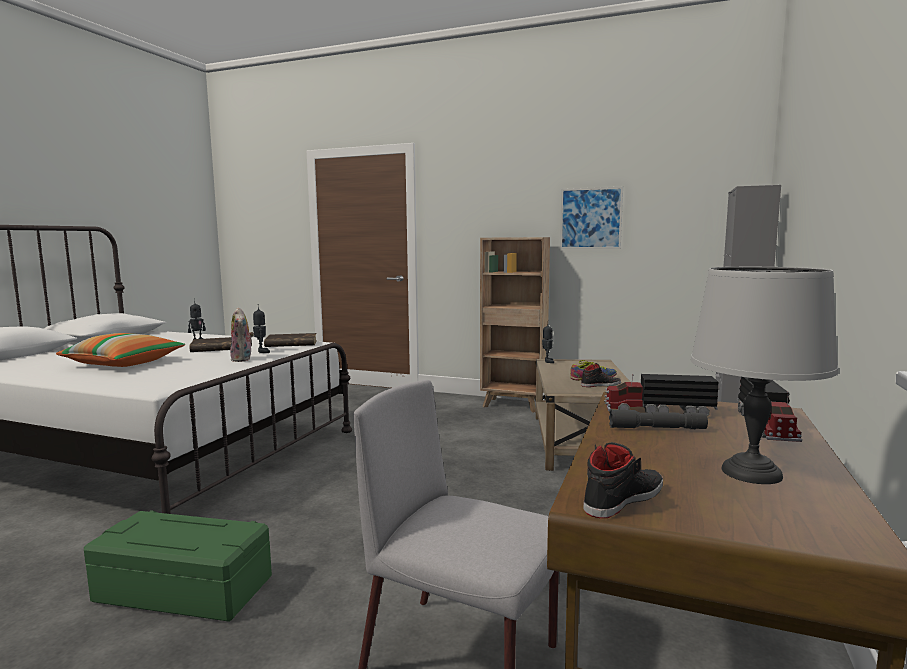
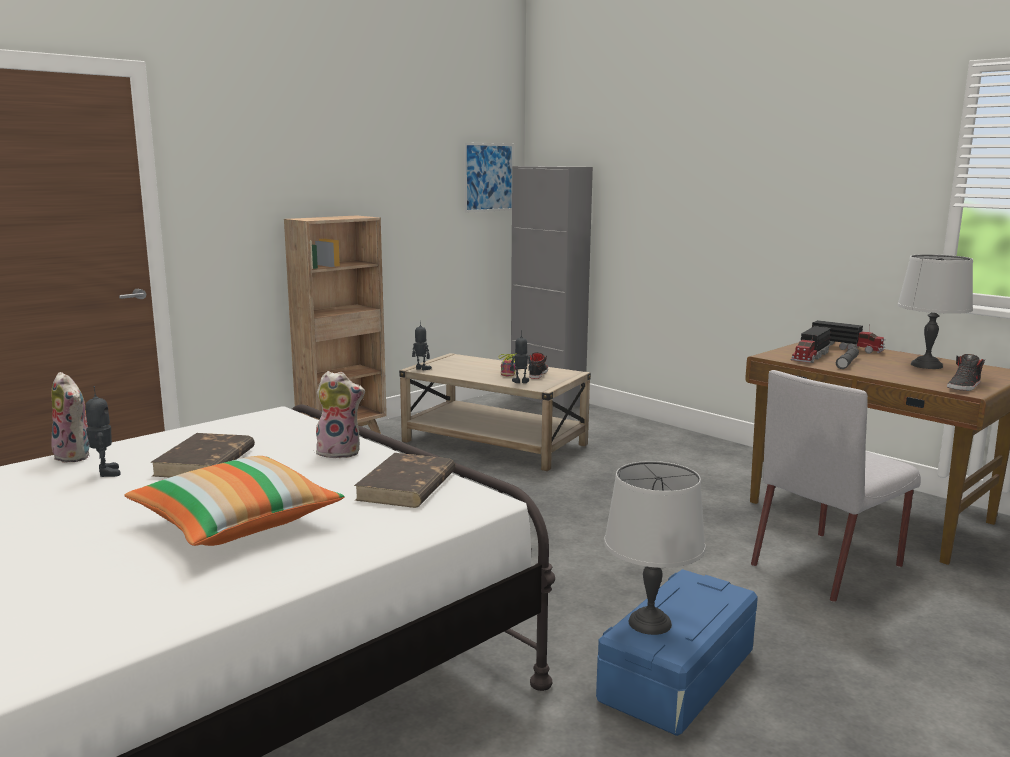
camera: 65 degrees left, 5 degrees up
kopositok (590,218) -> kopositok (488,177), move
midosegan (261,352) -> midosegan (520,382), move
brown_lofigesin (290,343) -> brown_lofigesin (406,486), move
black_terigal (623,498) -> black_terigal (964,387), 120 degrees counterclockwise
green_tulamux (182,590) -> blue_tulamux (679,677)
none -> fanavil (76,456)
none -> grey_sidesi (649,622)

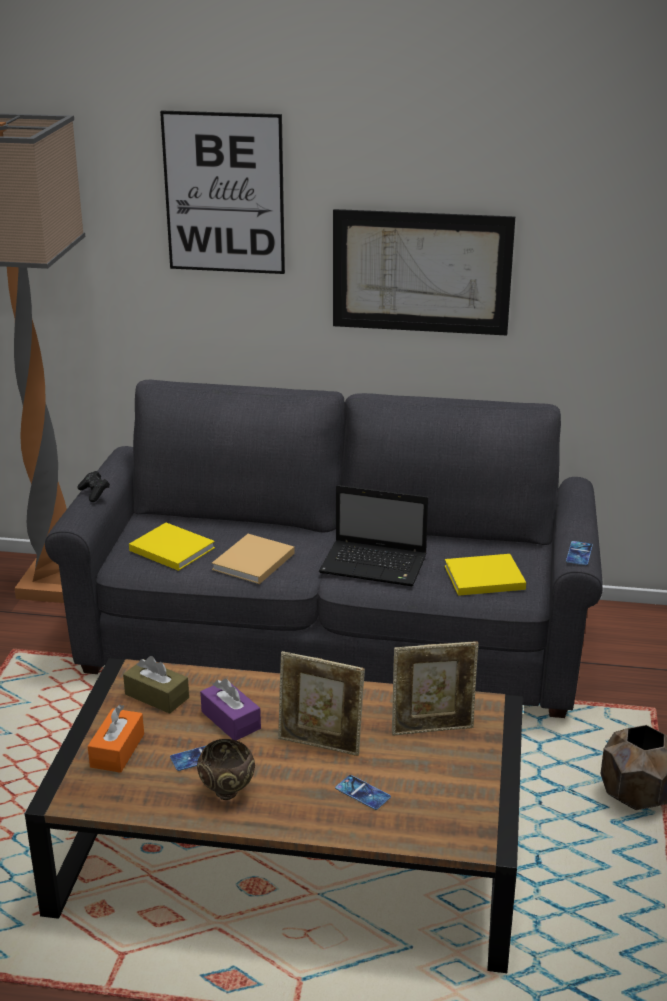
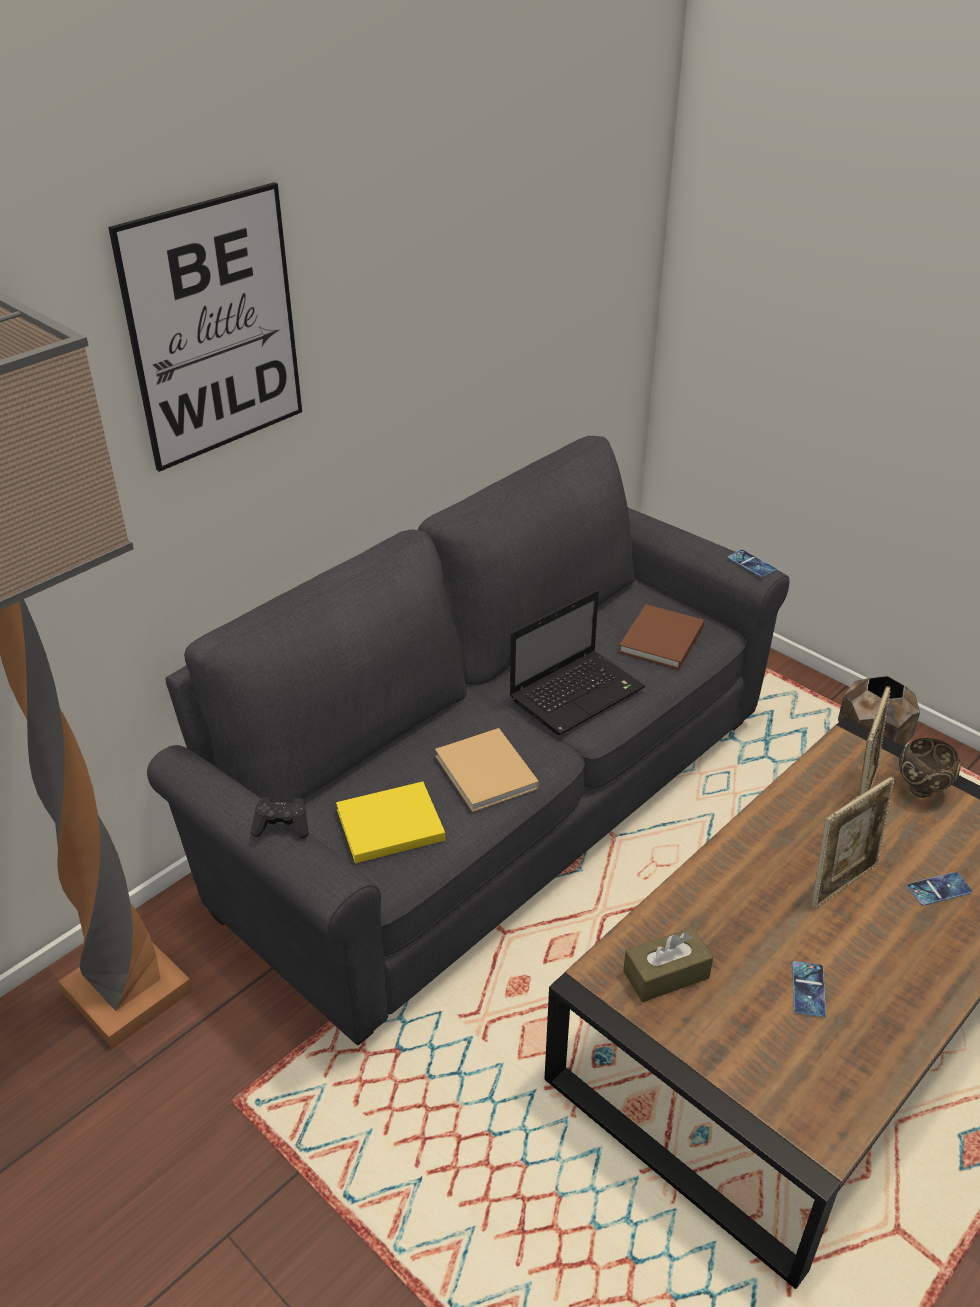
camera: 55 degrees left, 10 degrees up
kopositok (421,272) -> none
yellow_lofigesin (482,578) -> brown_lofigesin (660,641)
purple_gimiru (231,720) -> none
orange_gimiru (117,750) -> none
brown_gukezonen (228,793) -> brown_gukezonen (921,789), move

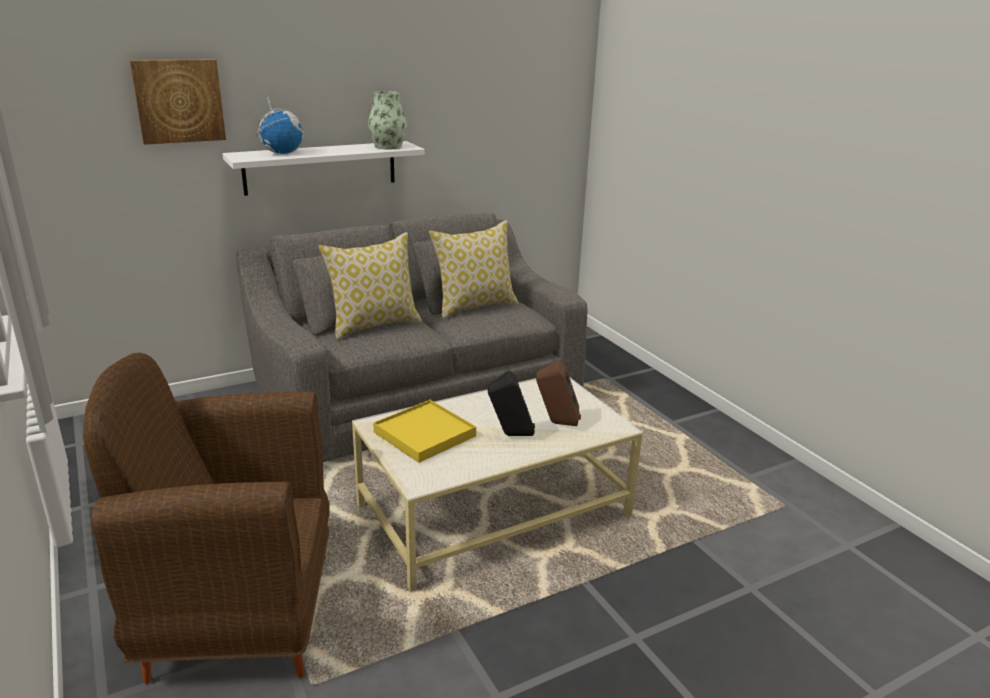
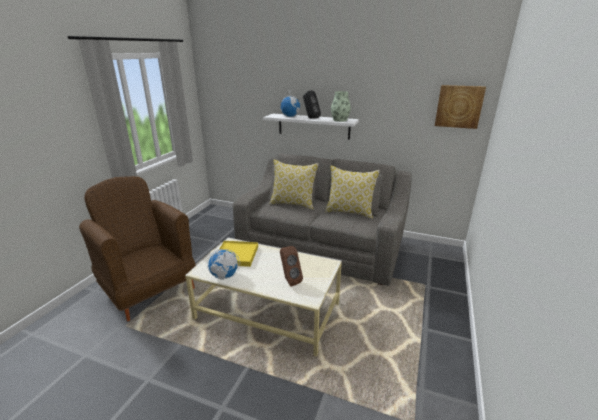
camera: 50 degrees right, 0 degrees up
kopositok (179,101) -> kopositok (459,106), move
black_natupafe (510,435) -> black_natupafe (310,118), move
none -> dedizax (224,276)

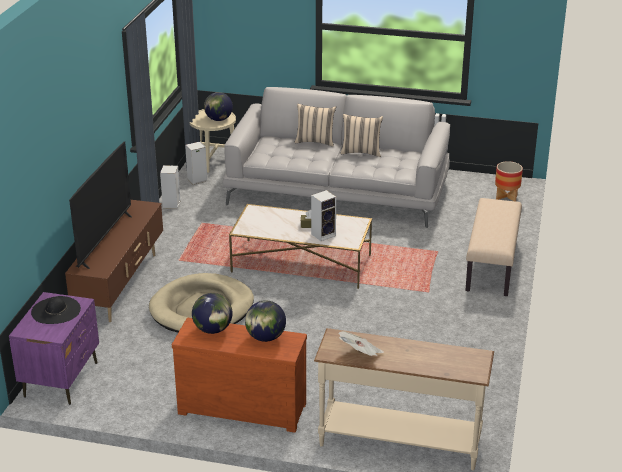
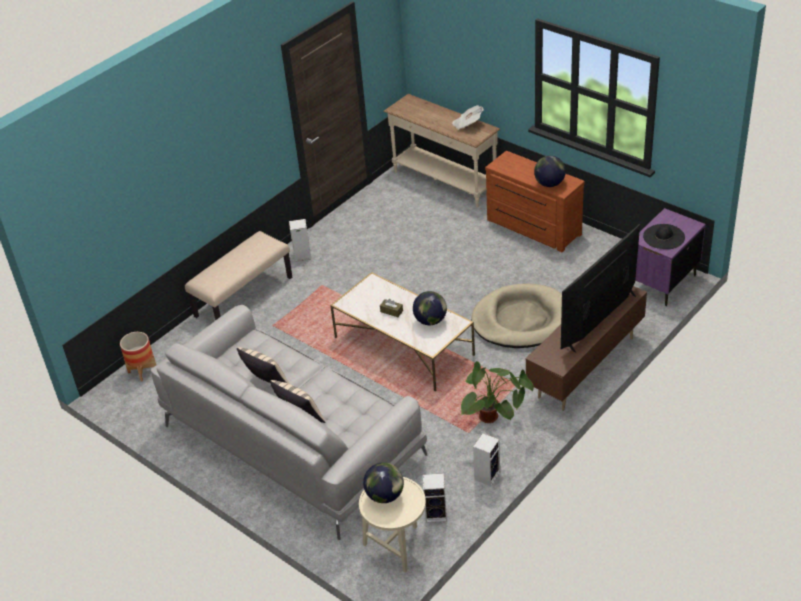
camera: 150 degrees left, 10 degrees up
natupafe (324,234) -> natupafe (301,256), move
dedizax (265,337) -> dedizax (430,320), move
none -> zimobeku (495,422)

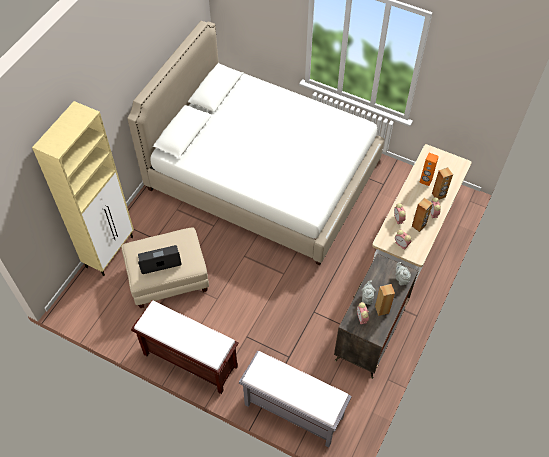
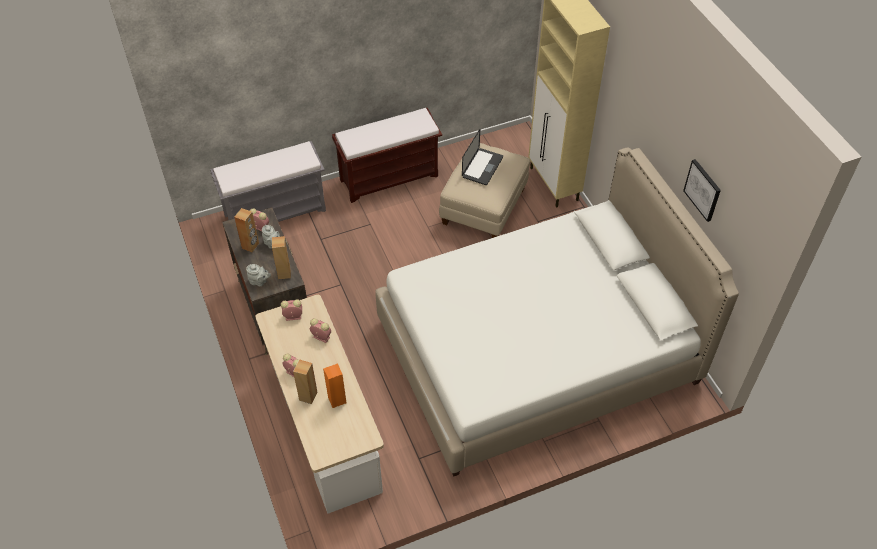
camera: 130 degrees right, 5 degrees down
brown_natupafe (419,226) -> brown_natupafe (284,273), move
none -> kopositok (703,190)

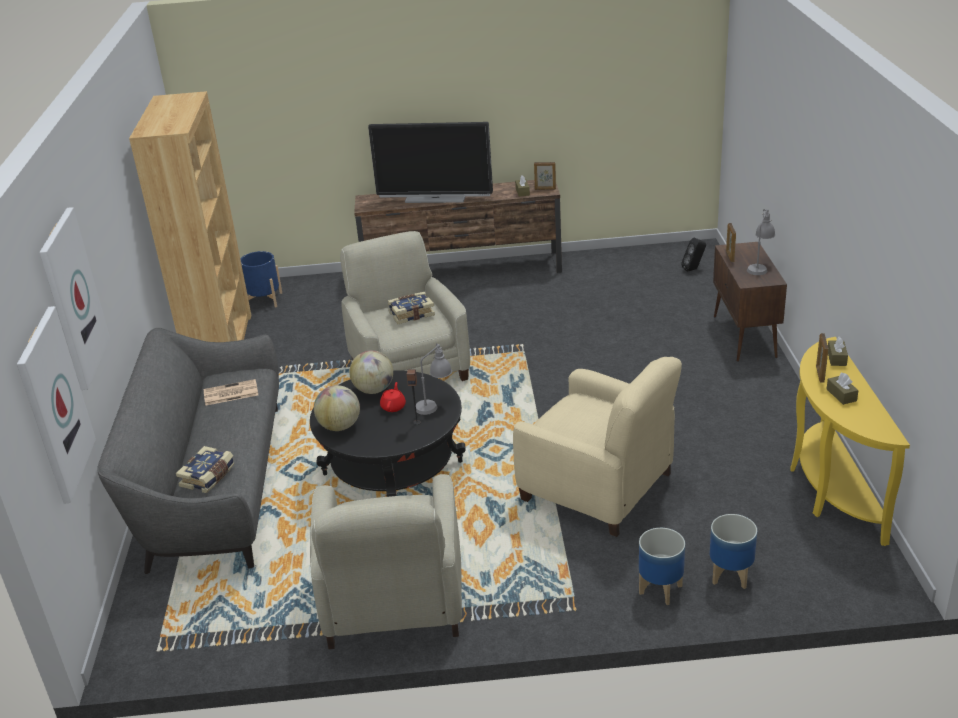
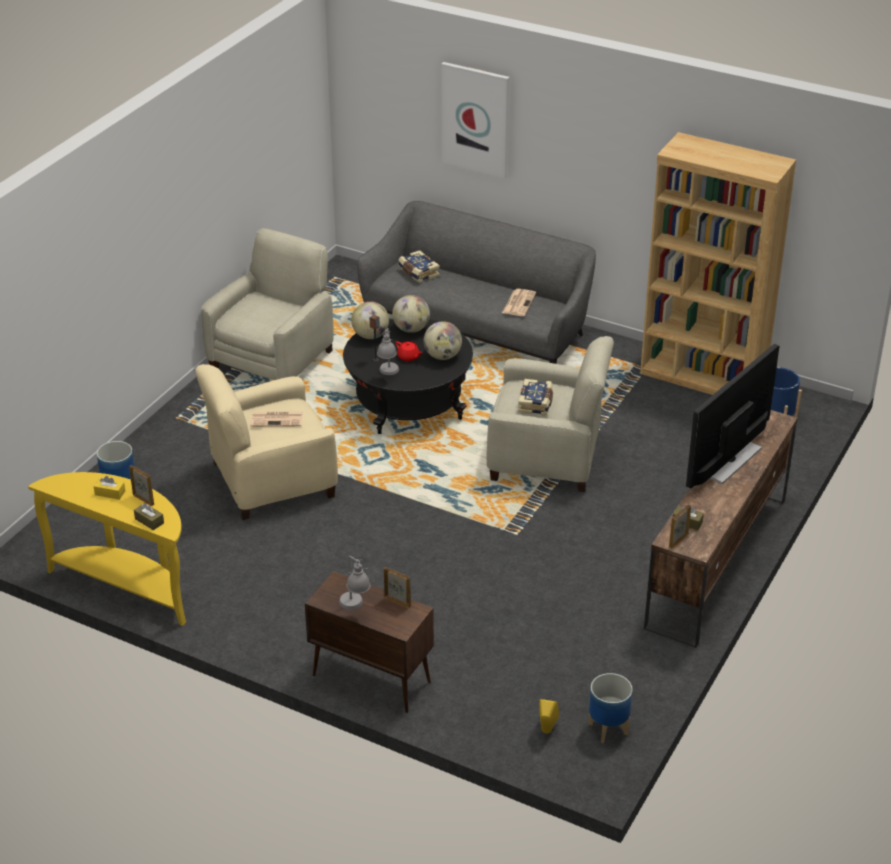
camera: 120 degrees right, 5 degrees up
black_natupafe (693,269) -> yellow_natupafe (546,732)
kopositok (54,405) -> none
brown_gimiru (841,395) -> yellow_gimiru (110,493)
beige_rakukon (393,600) -> beige_rakukon (273,359), 90 degrees clockwise
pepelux (661,589) -> pepelux (607,729), move
none -> dedizax (370,336)
none -> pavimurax (277,419)

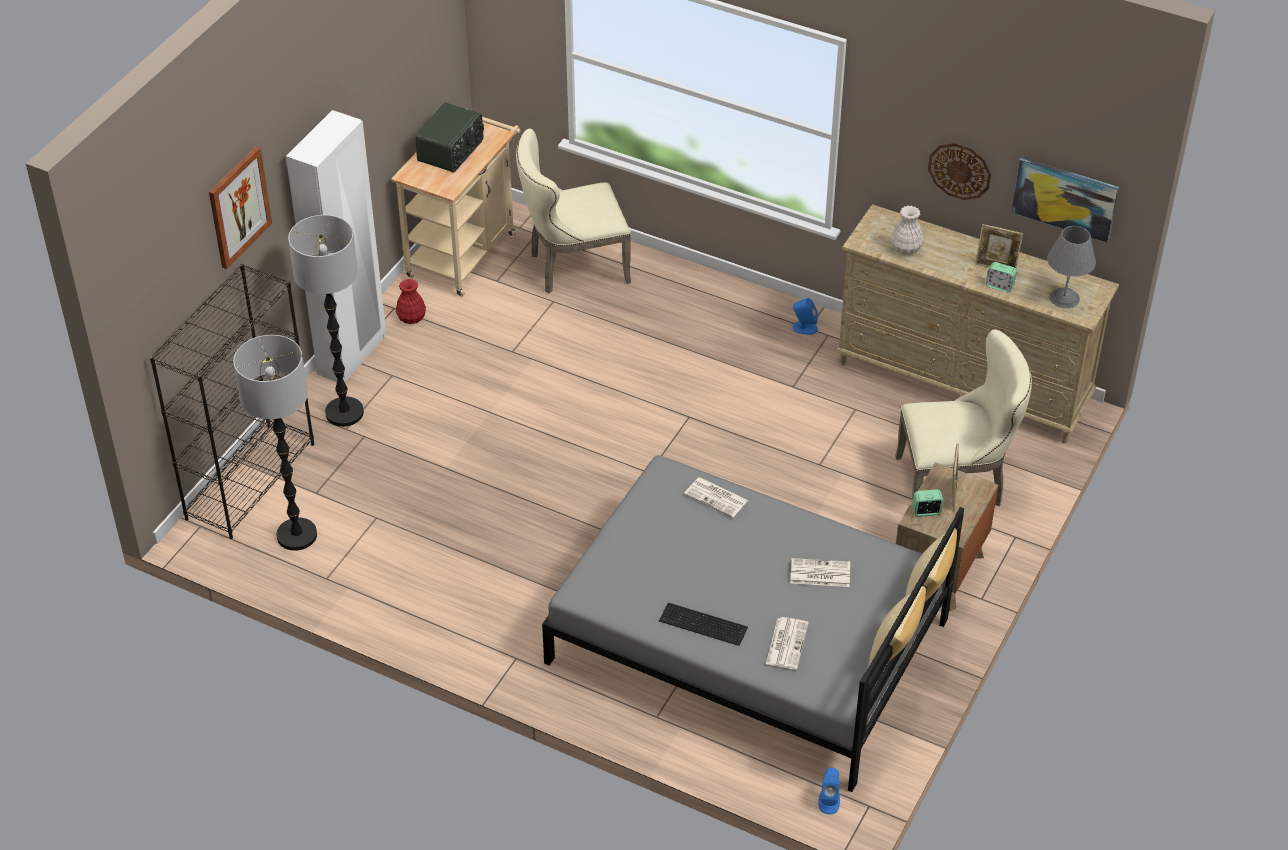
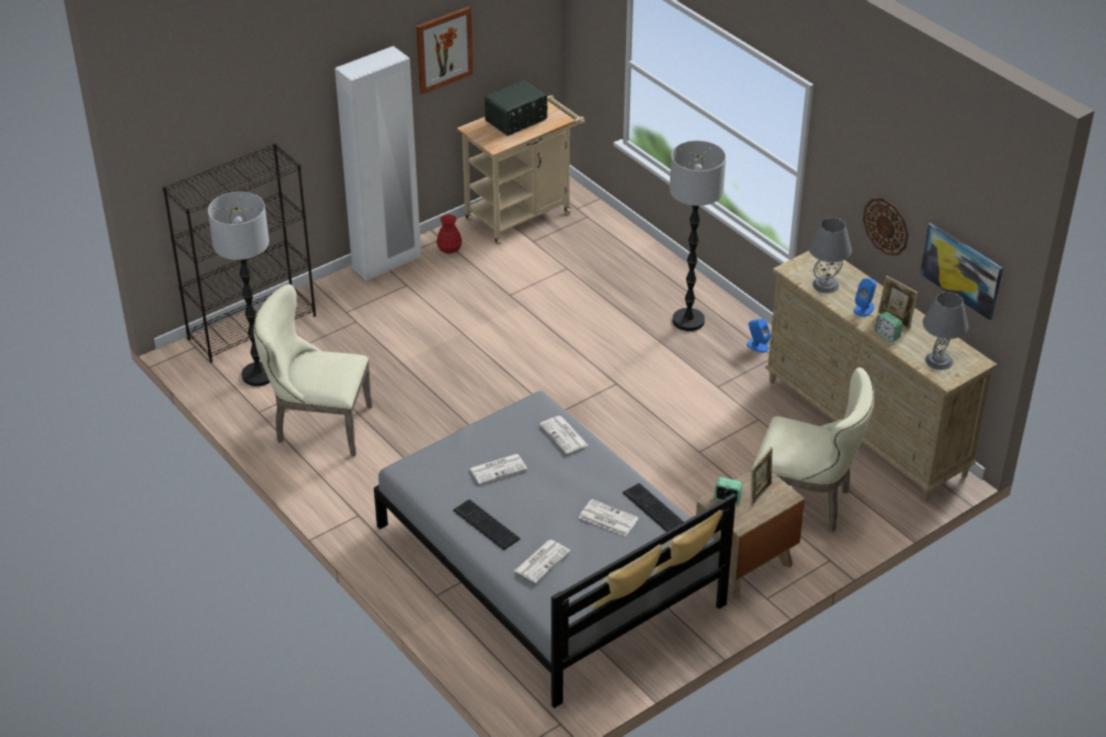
camera: 25 degrees right, 5 degrees down
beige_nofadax (572,267) -> beige_nofadax (317,425), move
kopositok (238,207) -> kopositok (443,49), move
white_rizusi (906,249) -> grey_sidesi (825,285)
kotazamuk (345,413) -> kotazamuk (688,321), move
blue_natupafe (829,801) -> blue_natupafe (864,308), move
none -> pavimurax (498,469)
none -> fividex (654,510)

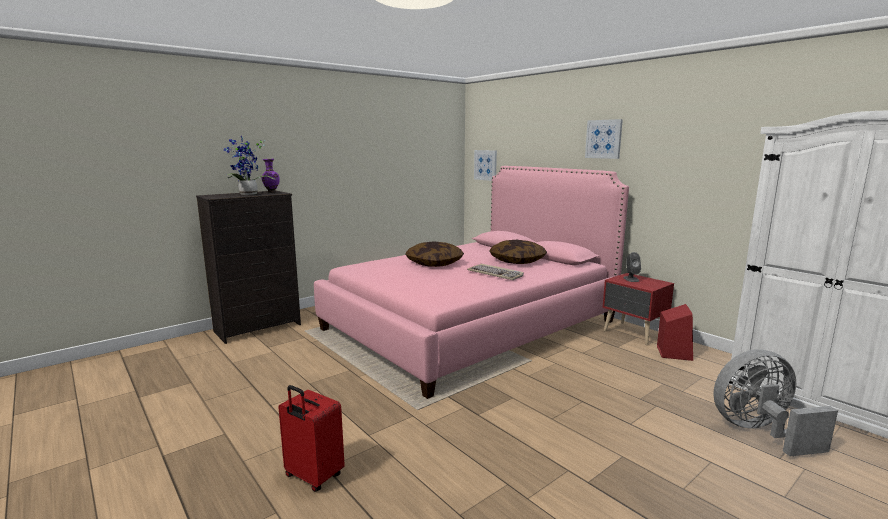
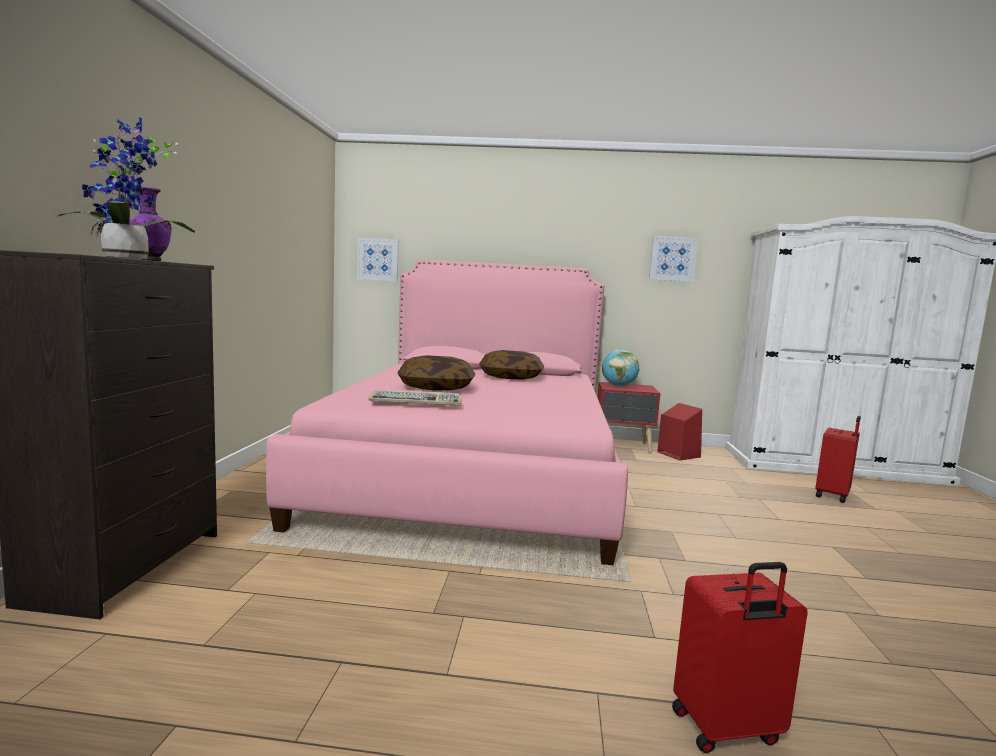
camera: 45 degrees left, 5 degrees down
kopositok (603,139) -> kopositok (673,258), move
grey_natupafe (631,279) -> dedizax (618,386)
fividex (496,274) -> fividex (417,401), move
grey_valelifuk (759,431) -> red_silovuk (833,495)

